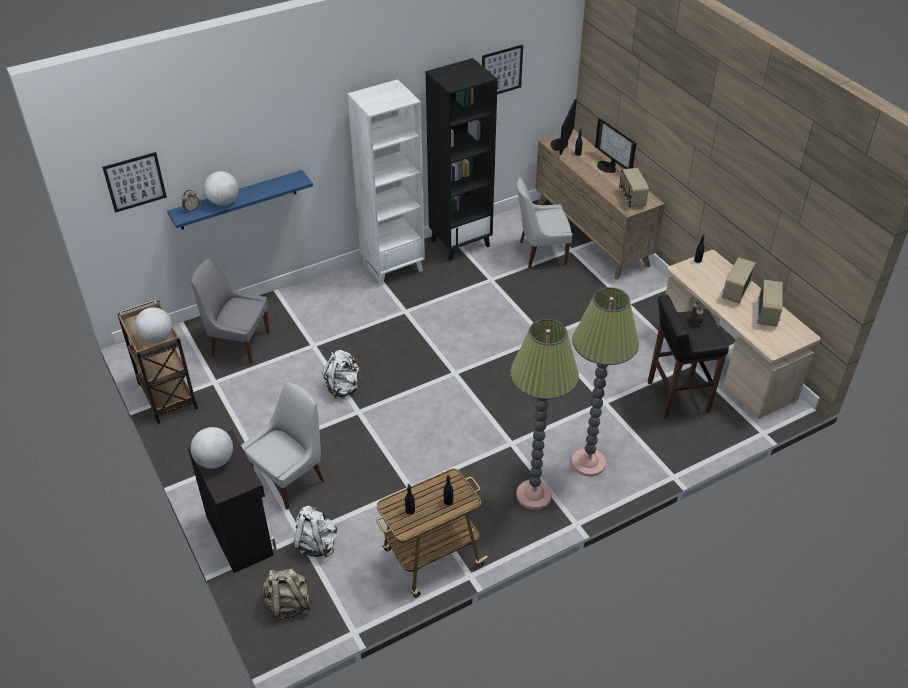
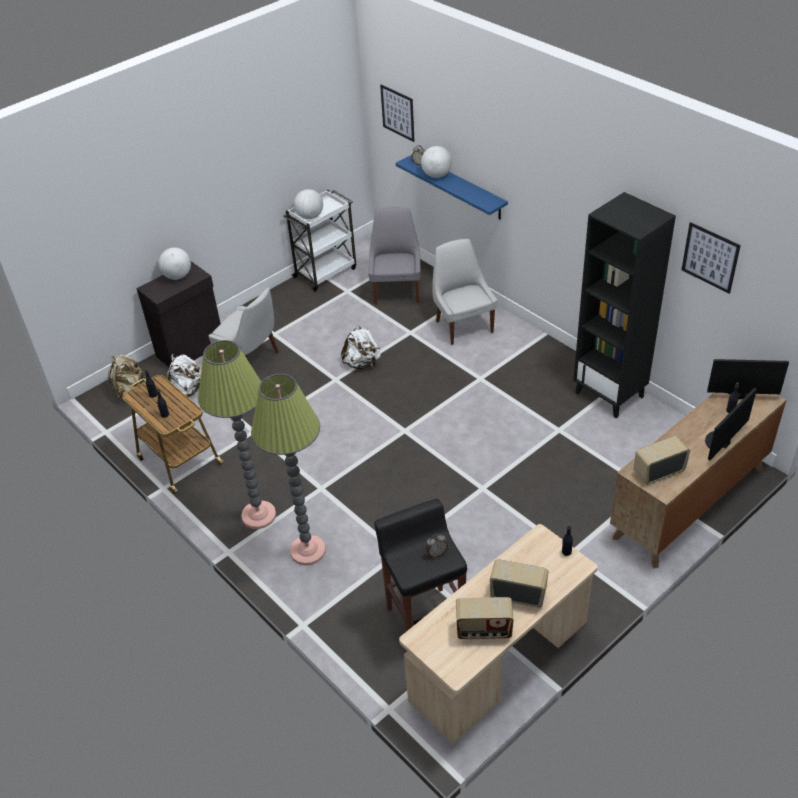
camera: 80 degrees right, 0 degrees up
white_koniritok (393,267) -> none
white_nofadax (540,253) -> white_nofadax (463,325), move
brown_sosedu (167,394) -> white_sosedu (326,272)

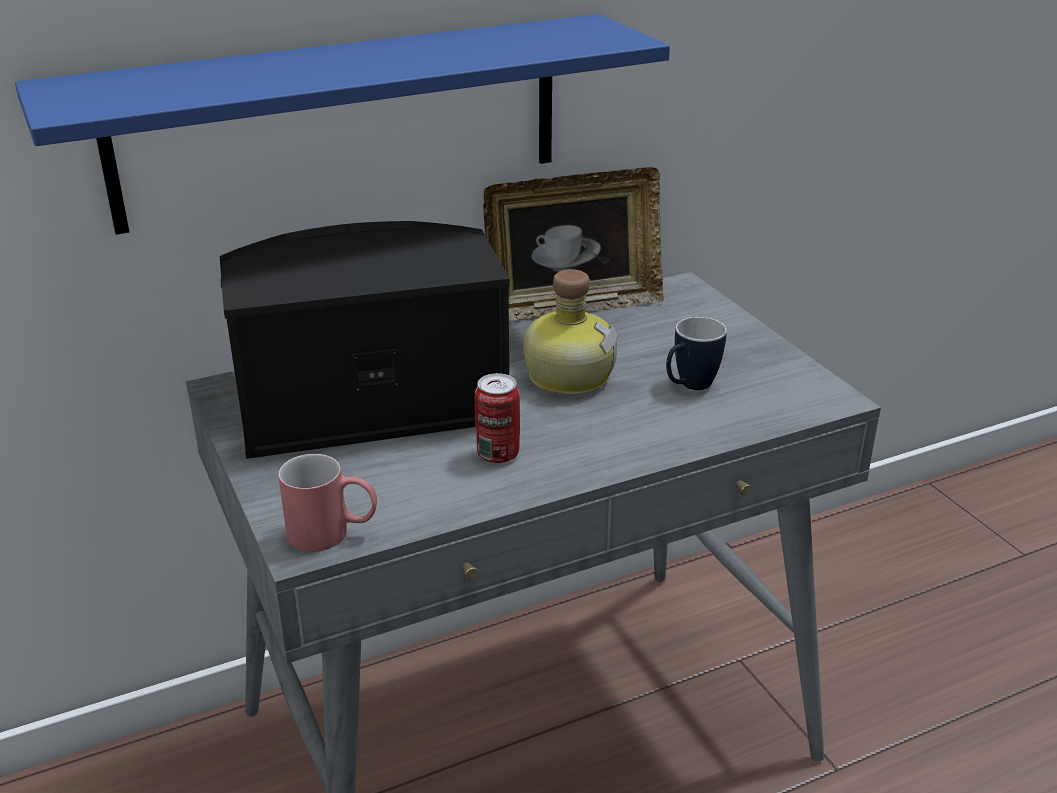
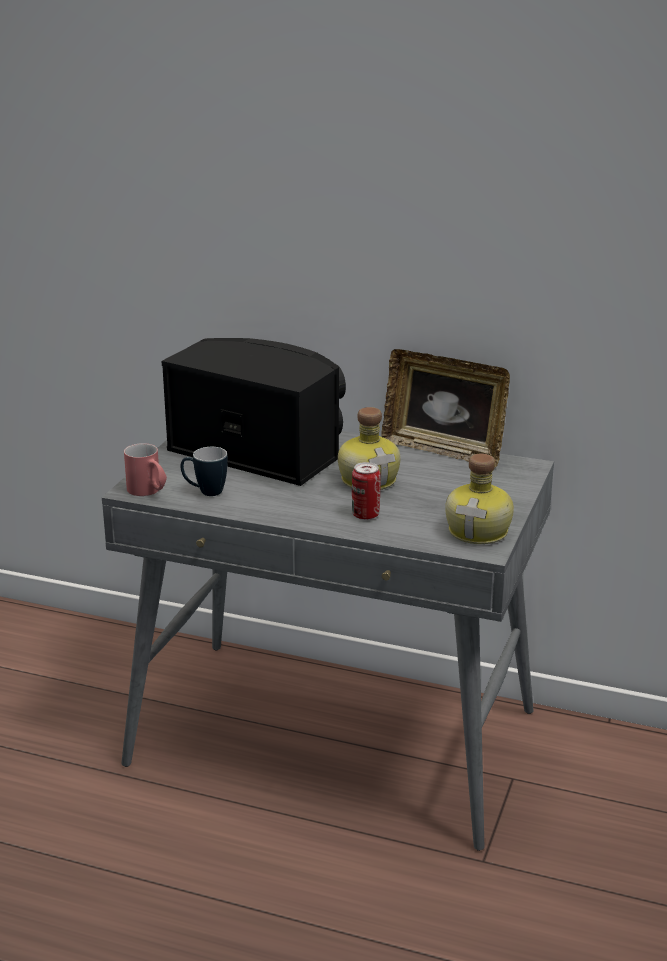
camera: 45 degrees right, 5 degrees down
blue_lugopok (341,121) -> none
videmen (689,387) -> videmen (205,492), move
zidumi (498,454) -> zidumi (365,515), move
none -> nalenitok (480,531)

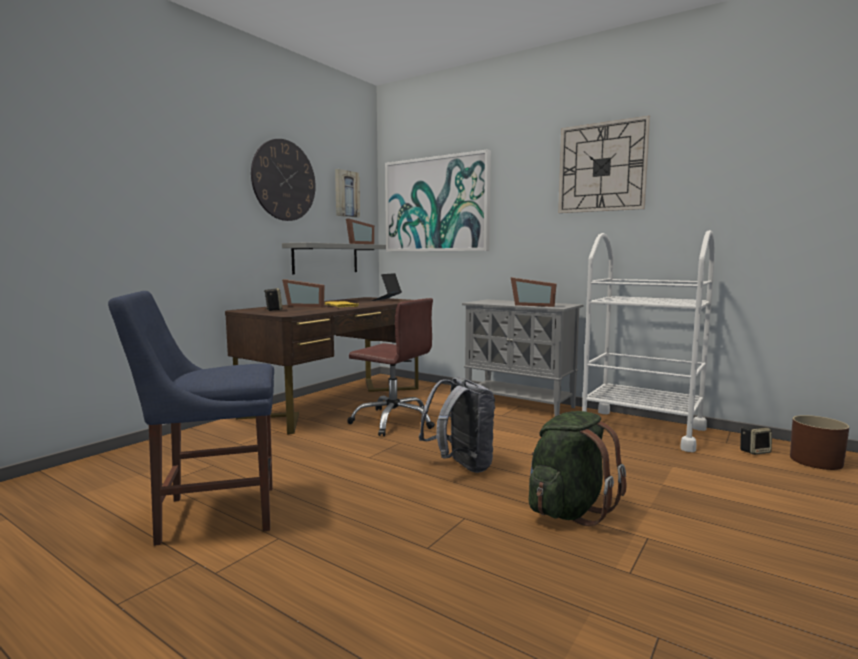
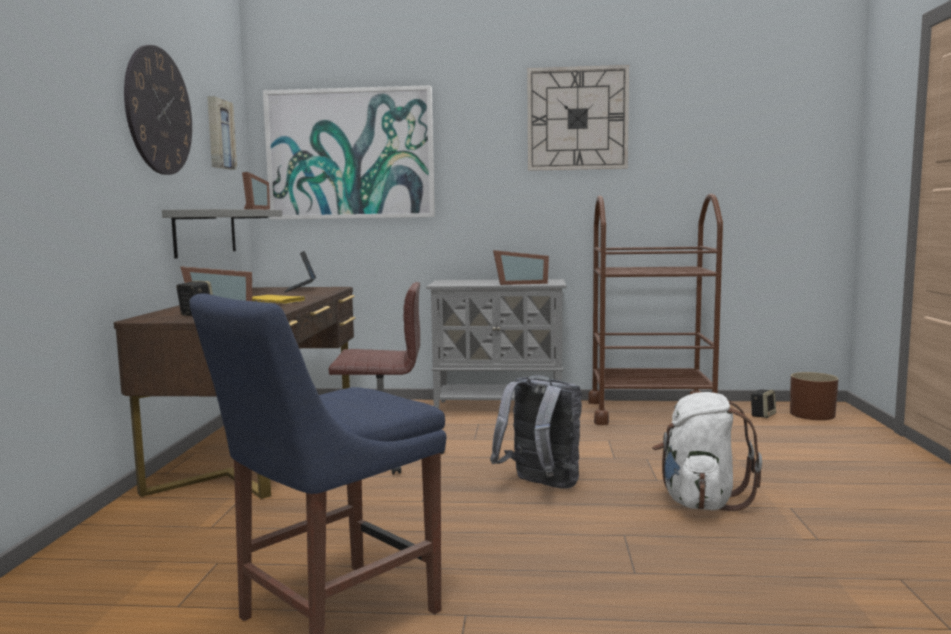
camera: 30 degrees left, 0 degrees up
white_sosedu (641,429) -> brown_sosedu (650,413)
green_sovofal (568,510) -> white_sovofal (700,501)

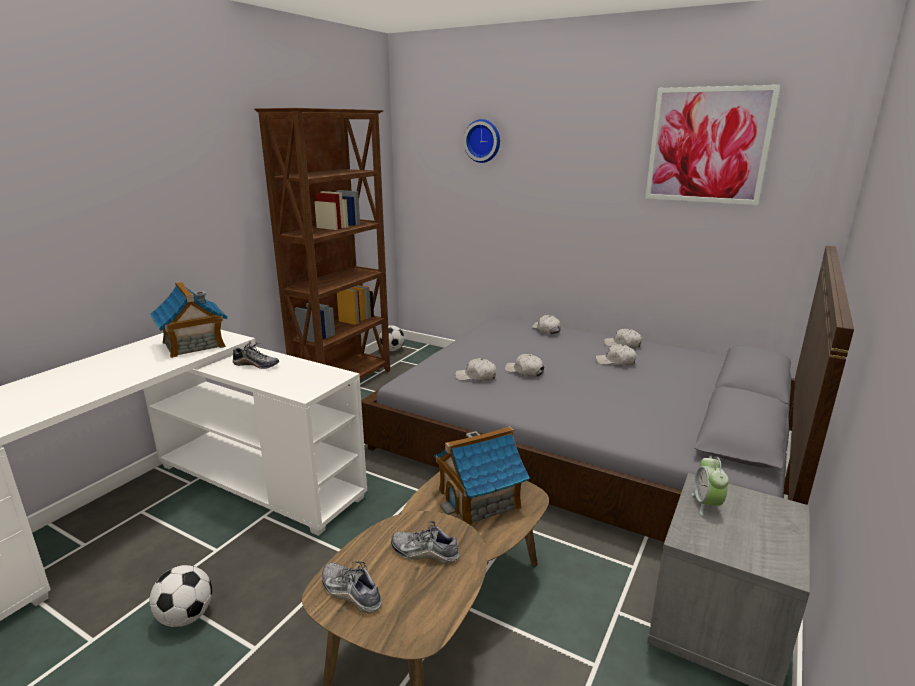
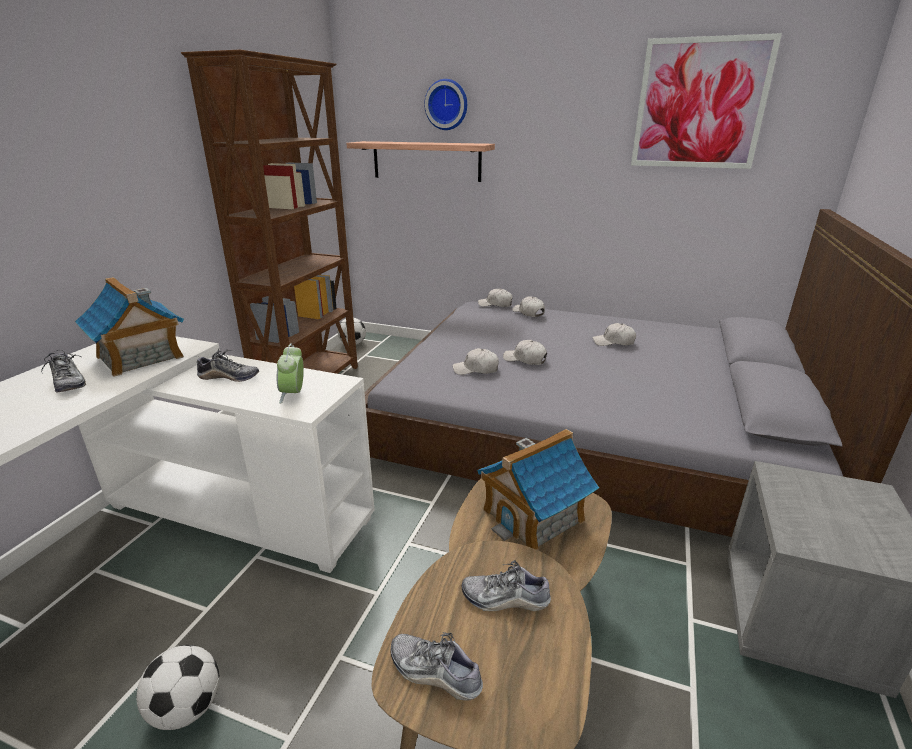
camera: 10 degrees left, 5 degrees up
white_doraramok (622,345) -> white_doraramok (495,304), move
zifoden (706,504) -> zifoden (293,394), move
none -> lugopok (426,161)
none -> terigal (69,382)

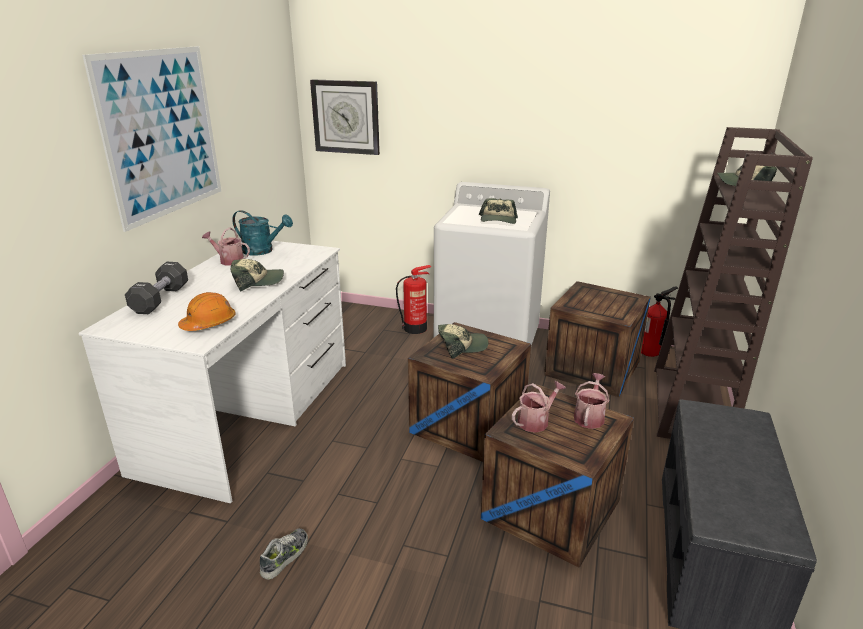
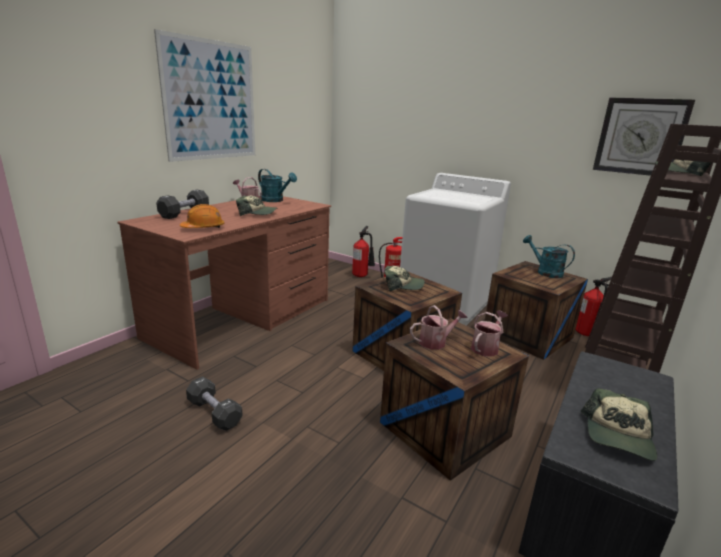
camera: 15 degrees right, 5 degrees down
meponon (346,117) -> meponon (640,137), move
doraramok (498,220) -> doraramok (618,436), move
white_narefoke (250,414) -> brown_narefoke (243,318)
terigal (285,556) -> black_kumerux (214,413)
none -> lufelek (362,276)
none -> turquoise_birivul (545,272)

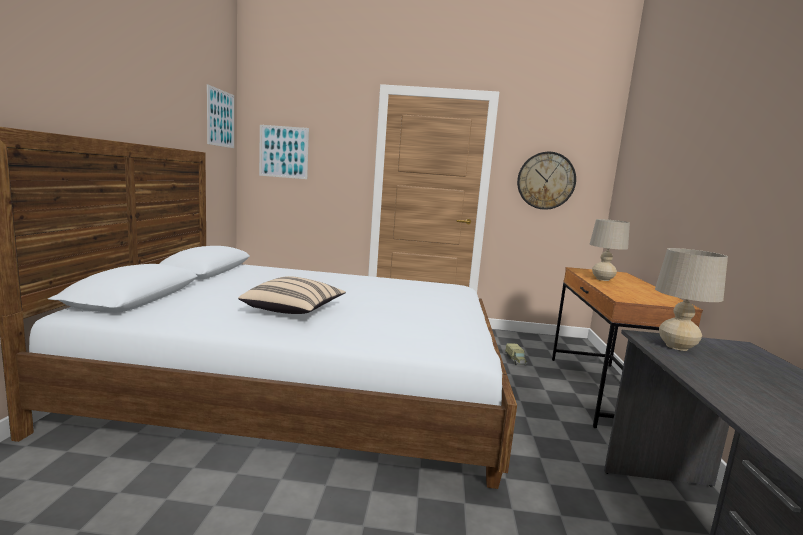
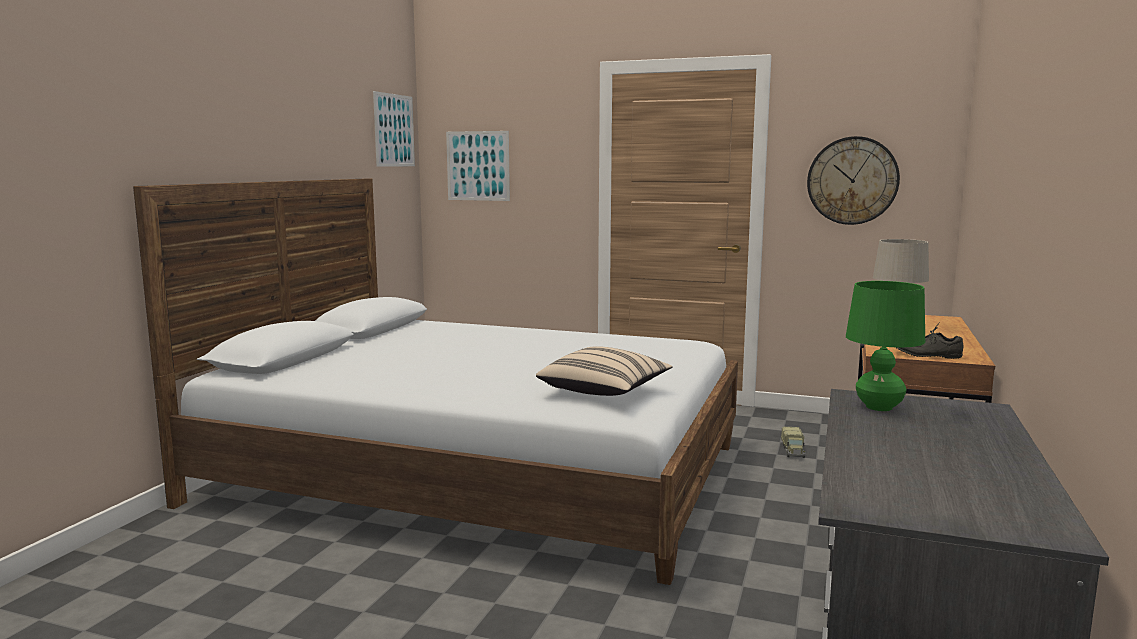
camera: 15 degrees right, 0 degrees up
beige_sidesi (677,347) -> green_sidesi (879,407)
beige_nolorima (294,310) -> beige_nolorima (605,392), move
none -> grey_terigal (927,354)

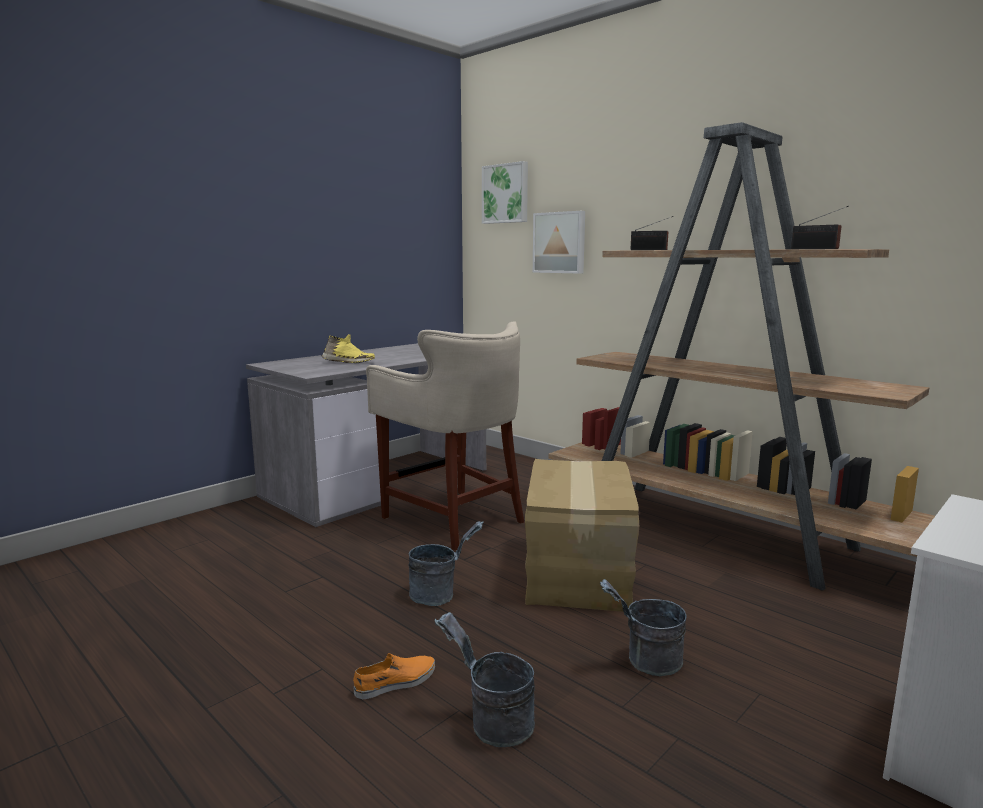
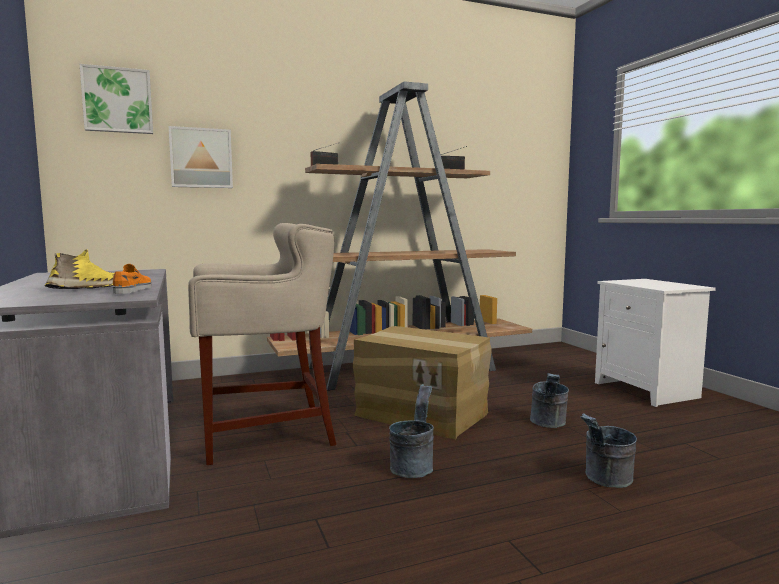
camera: 65 degrees left, 5 degrees down
orange_terigal (396,682) -> orange_terigal (133,289), move

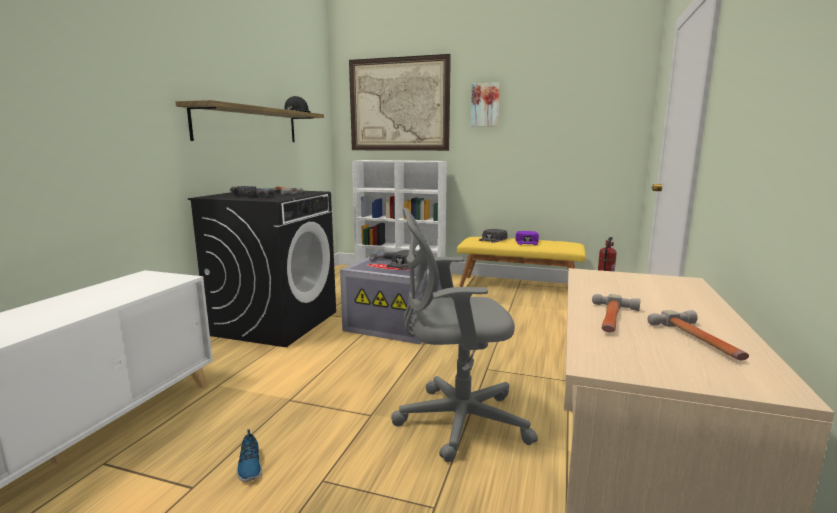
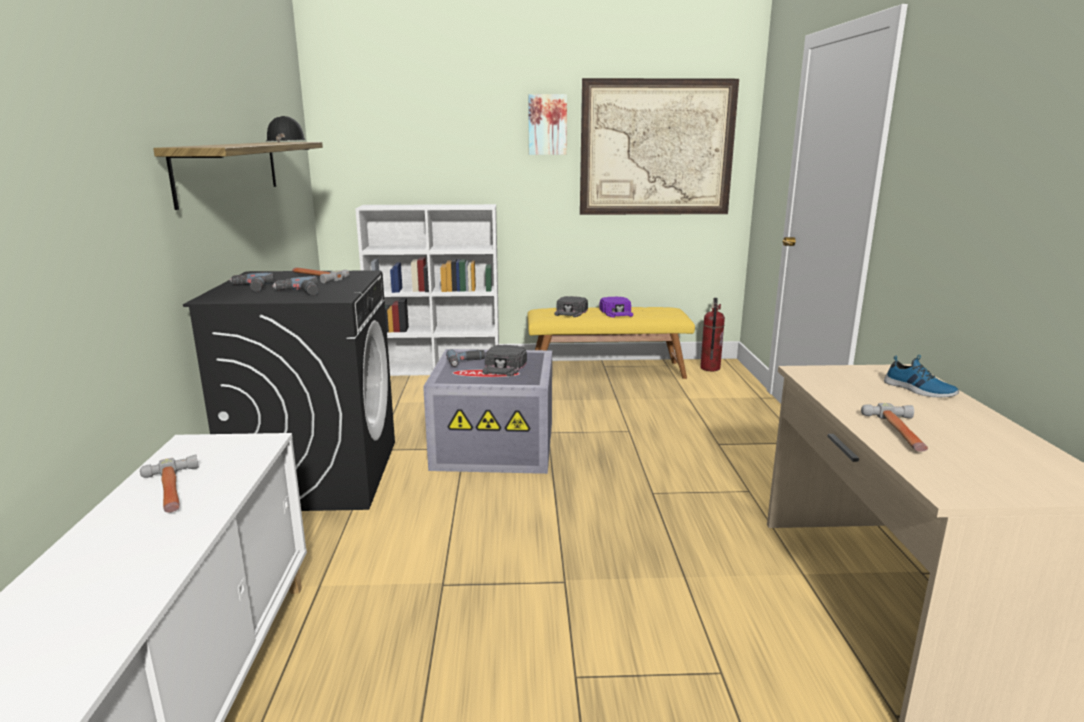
camera: 20 degrees left, 5 degrees up
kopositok (398,104) -> kopositok (656,148), move
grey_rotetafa (455,421) -> none
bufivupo (700,341) -> bufivupo (172,491), move
terigal (249,465) -> terigal (918,390), move

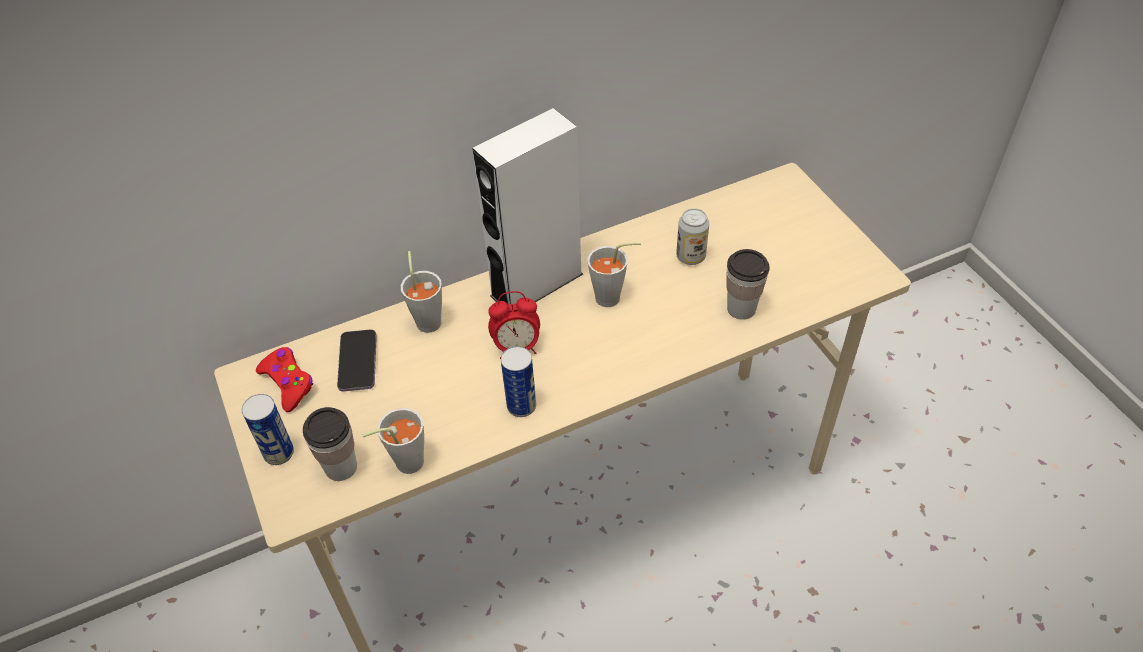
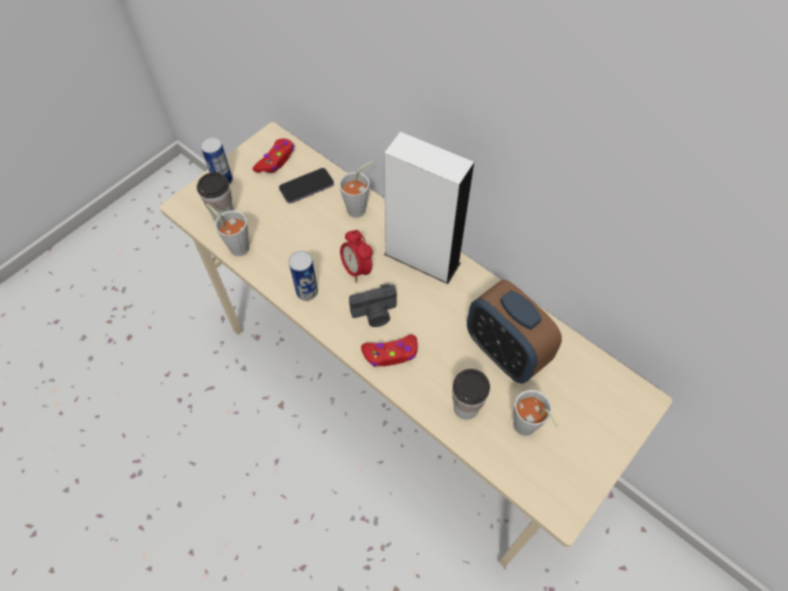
camera: 65 degrees right, 10 degrees up
zidumi (690,256) -> zifoden (505,352)
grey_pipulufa (613,298) -> grey_pipulufa (527,430), move
none -> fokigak (375,314)
none -> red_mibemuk (391,354)

